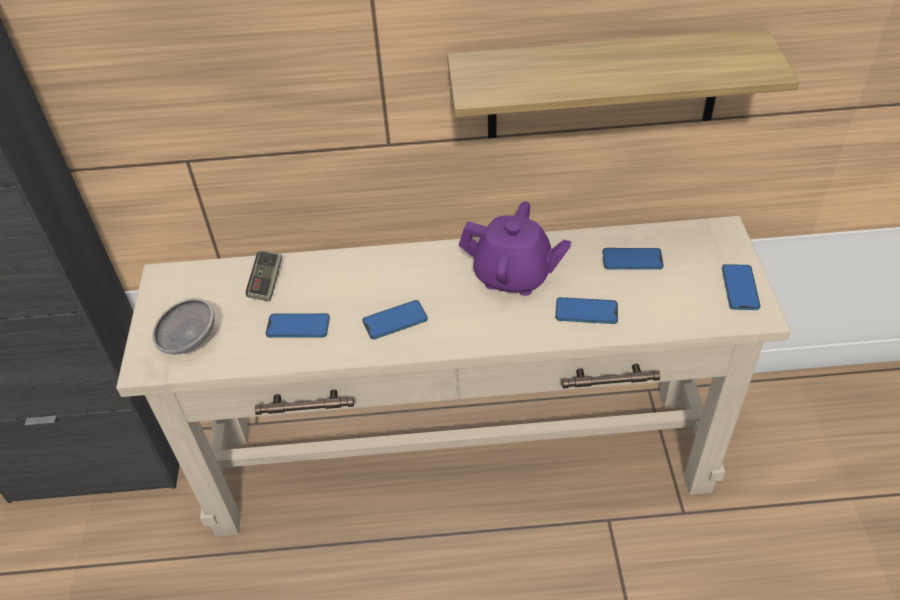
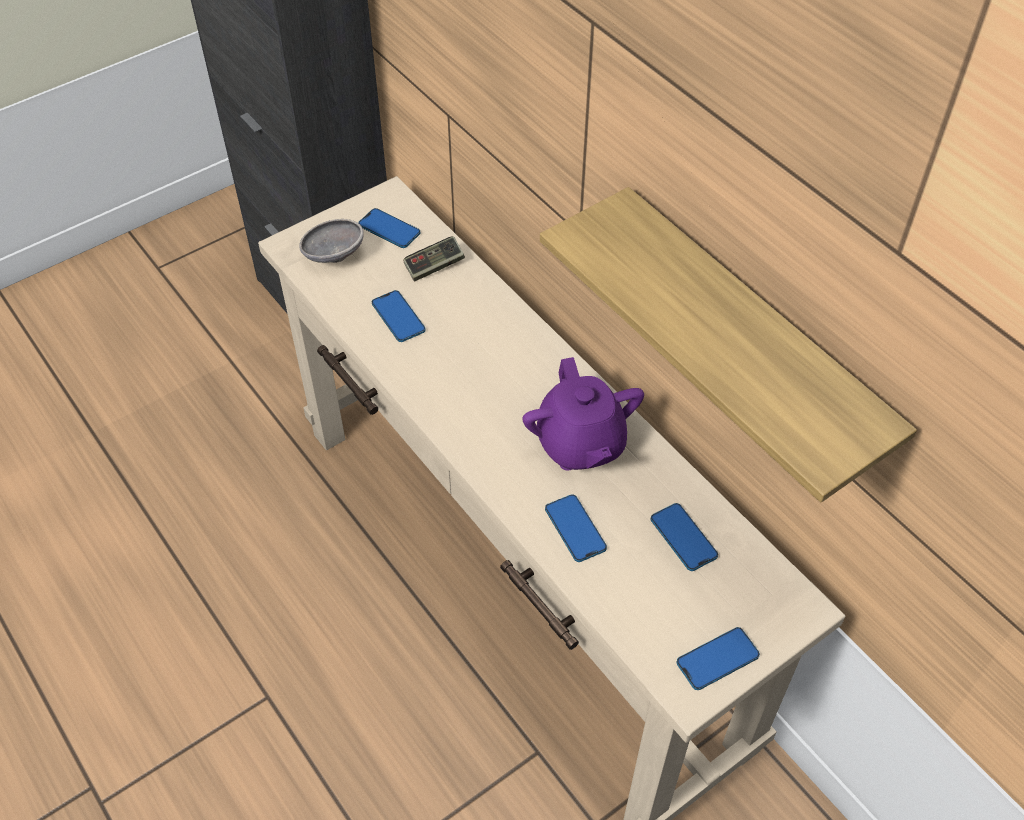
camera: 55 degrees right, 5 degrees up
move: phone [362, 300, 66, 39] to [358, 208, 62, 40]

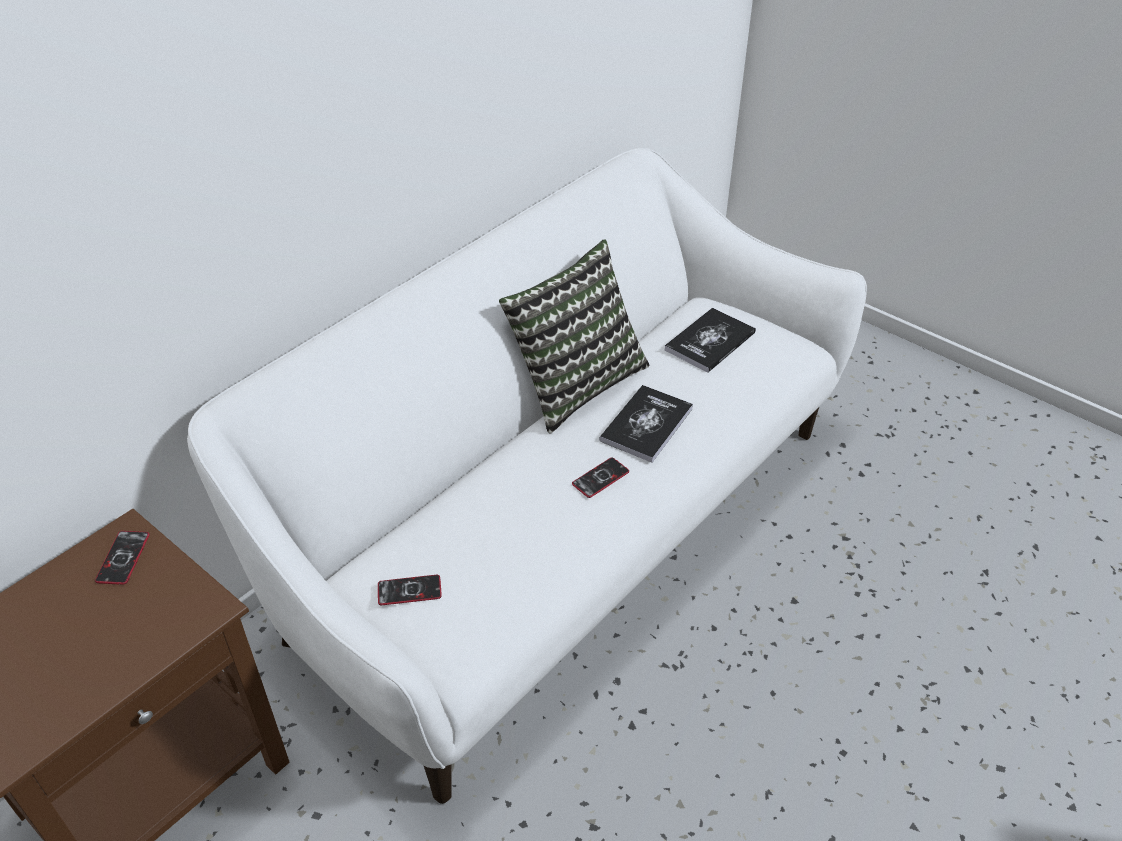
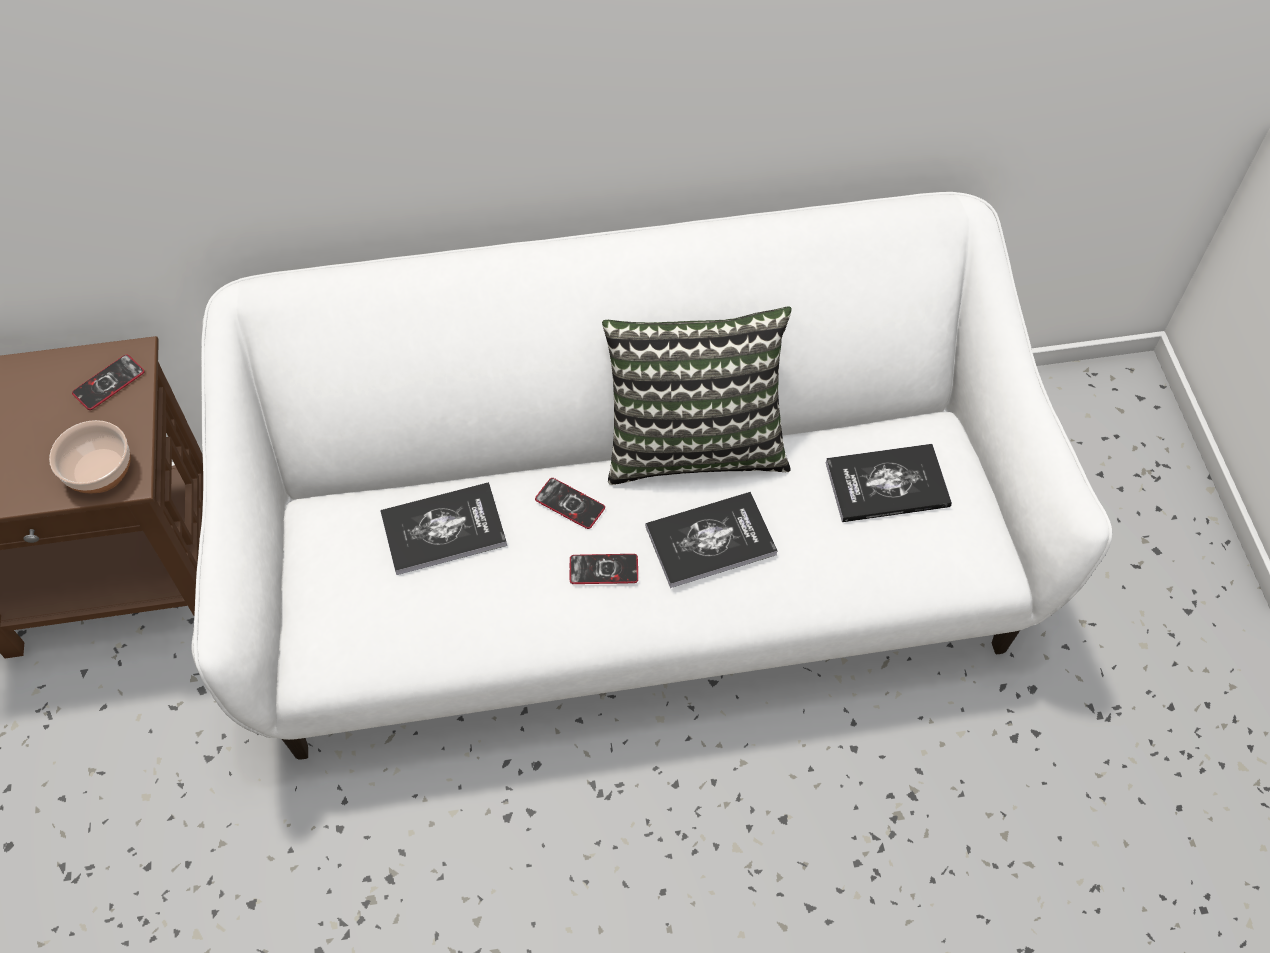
camera: 40 degrees right, 15 degrees up
insert: deep dish [49, 420, 82, 74]; book [380, 482, 127, 93]
move: phone [378, 575, 64, 30] to [535, 478, 70, 51]

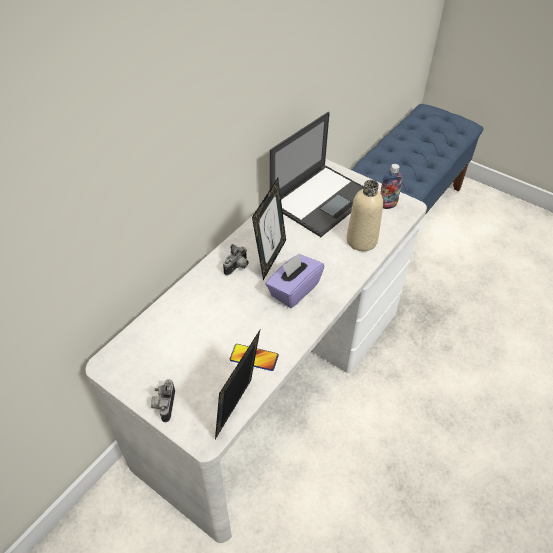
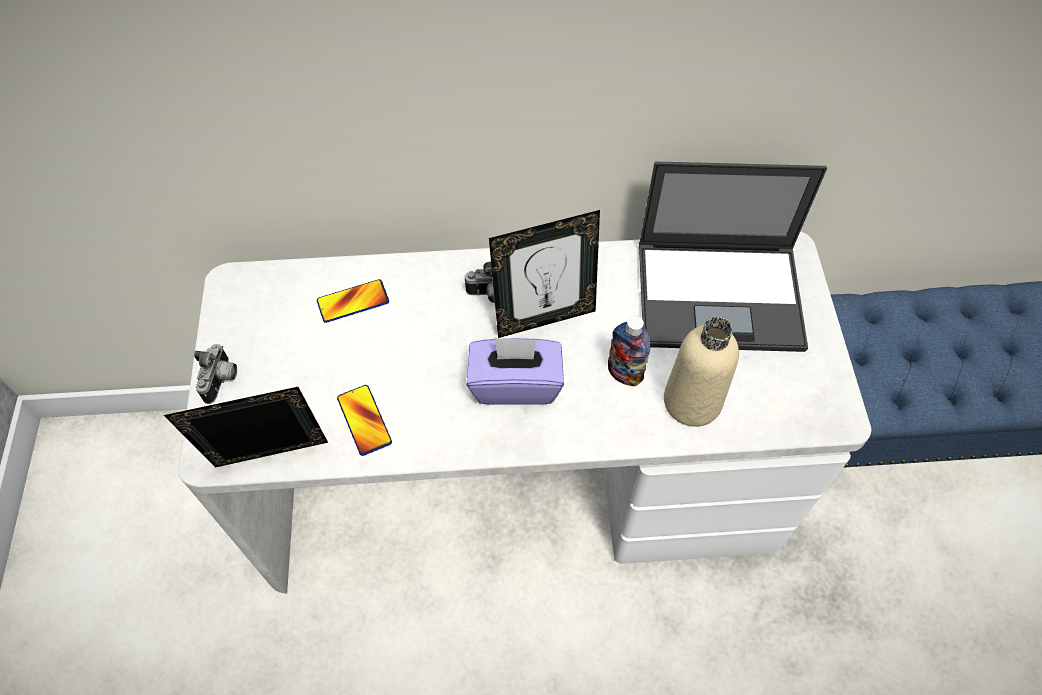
camera: 50 degrees right, 10 degrees up
insert: phone [317, 279, 72, 44]
move: beverage bottle [380, 164, 23, 45] to [608, 316, 42, 70]
rotate: still camera [151, 379, 24, 43] = [194, 344, 43, 60] 135 degrees clockwise

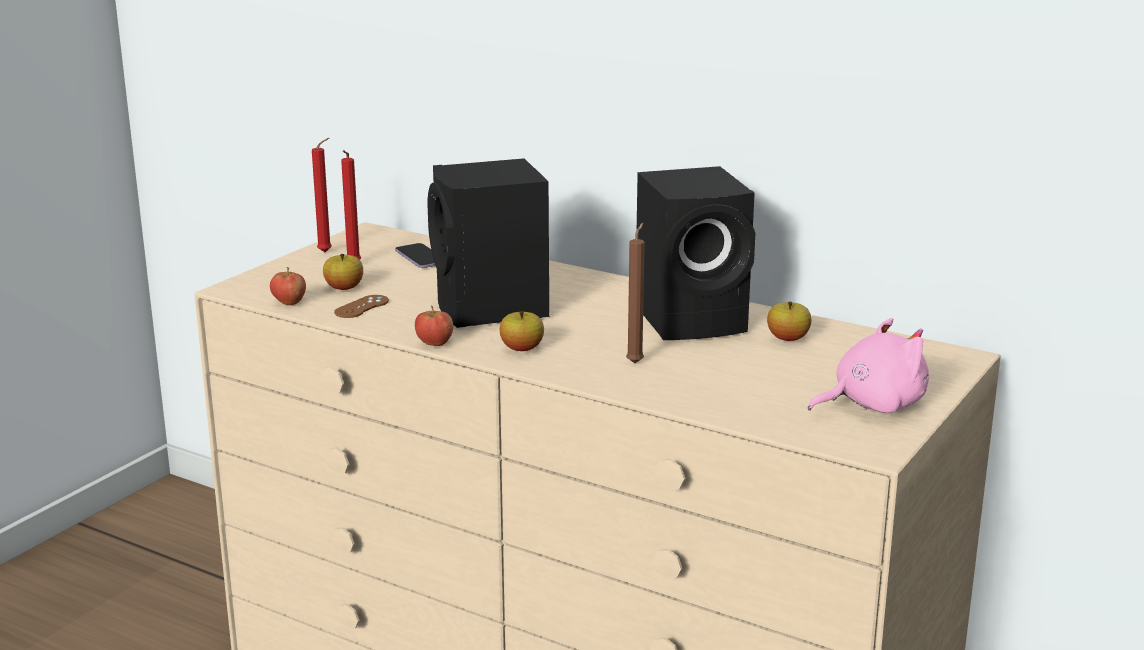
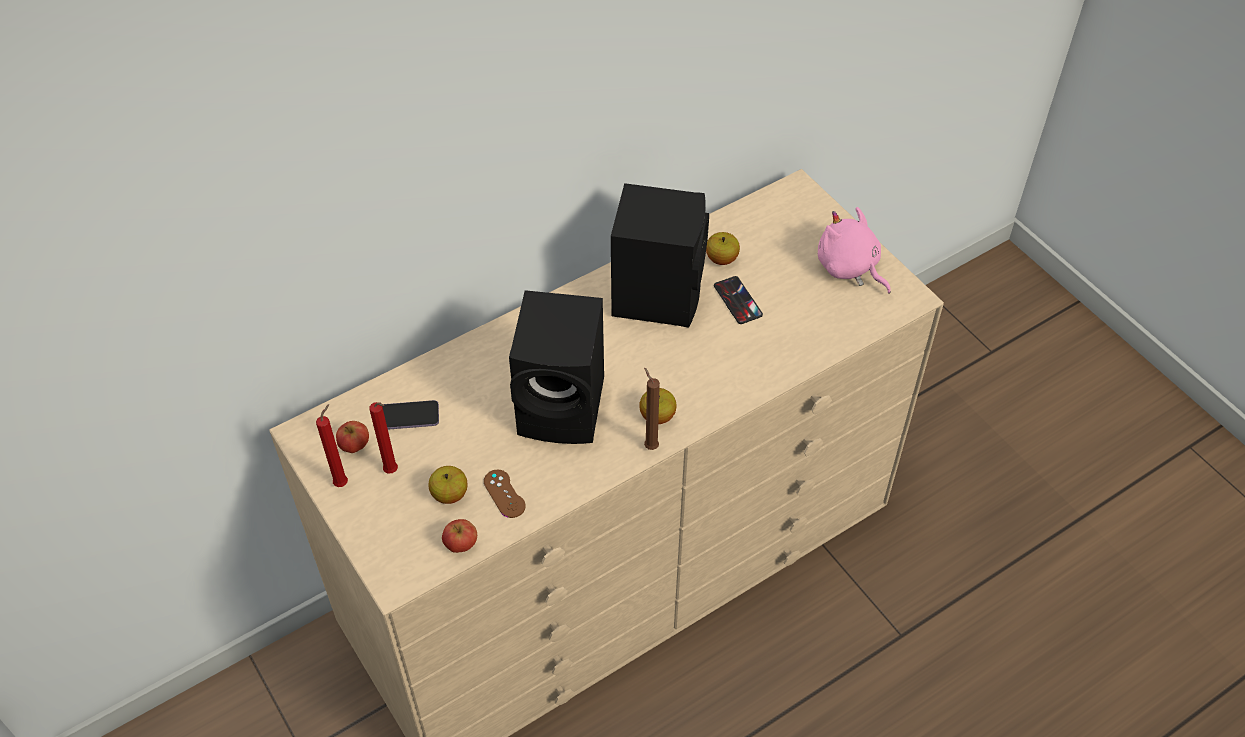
camera: 65 degrees left, 30 degrees up
insert: phone [714, 276, 49, 48]
move: apple fruit [415, 306, 38, 40] to [336, 421, 33, 32]; brown-coloured candle [626, 223, 19, 140] to [644, 367, 16, 83]
rotate: pink plush toy [808, 318, 121, 95] = [818, 207, 73, 86] 45 degrees counterclockwise

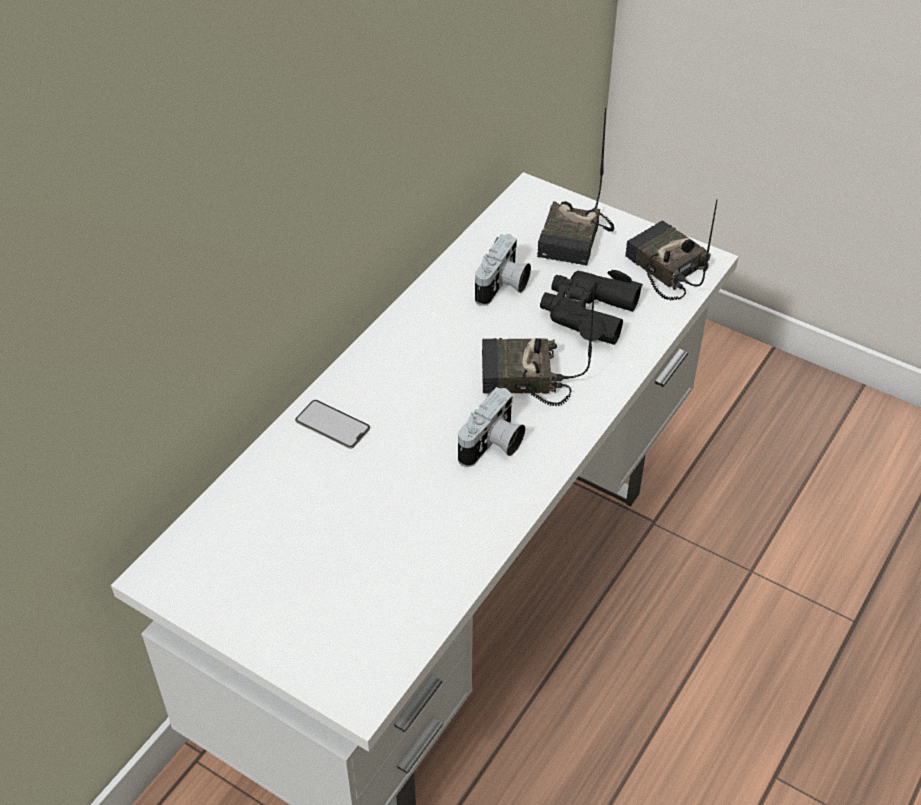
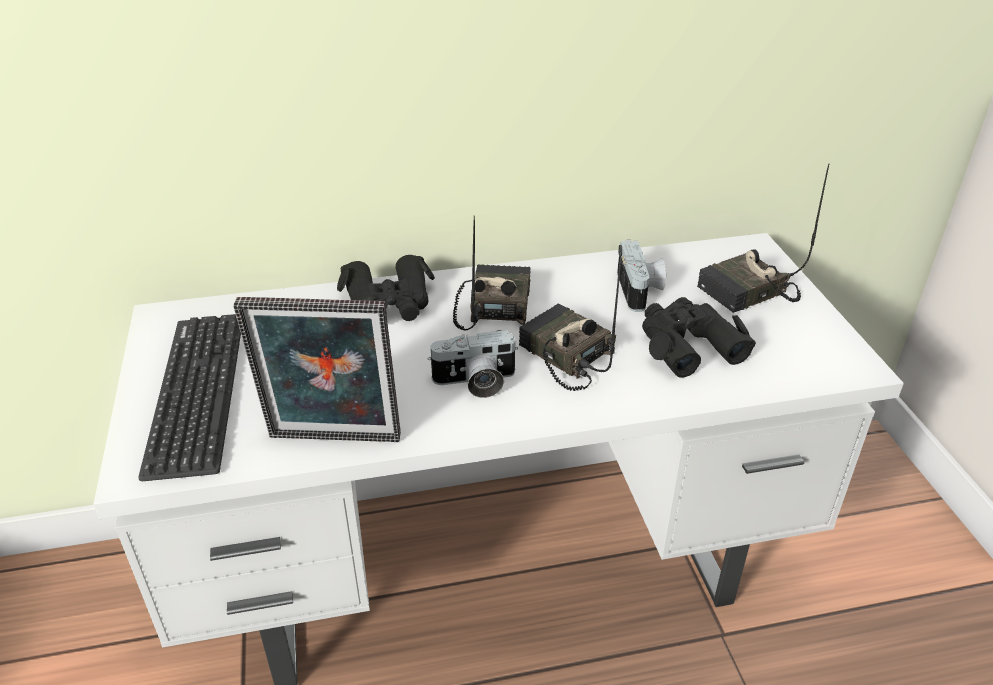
camera: 45 degrees right, 10 degrees down
insert: keyboard [138, 314, 103, 167]; photo frame [233, 297, 168, 145]
move: radio receiver [625, 199, 93, 102] to [453, 216, 78, 115]
replace: phone [295, 400, 75, 49] to black-coloured pair of binoculars [337, 255, 98, 66]
rotate: still camera [475, 234, 56, 72] = [617, 239, 49, 73] 75 degrees counterclockwise

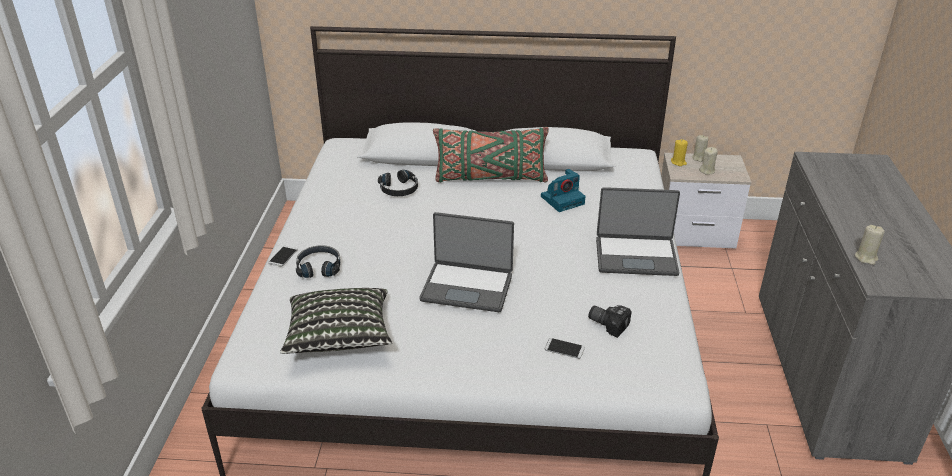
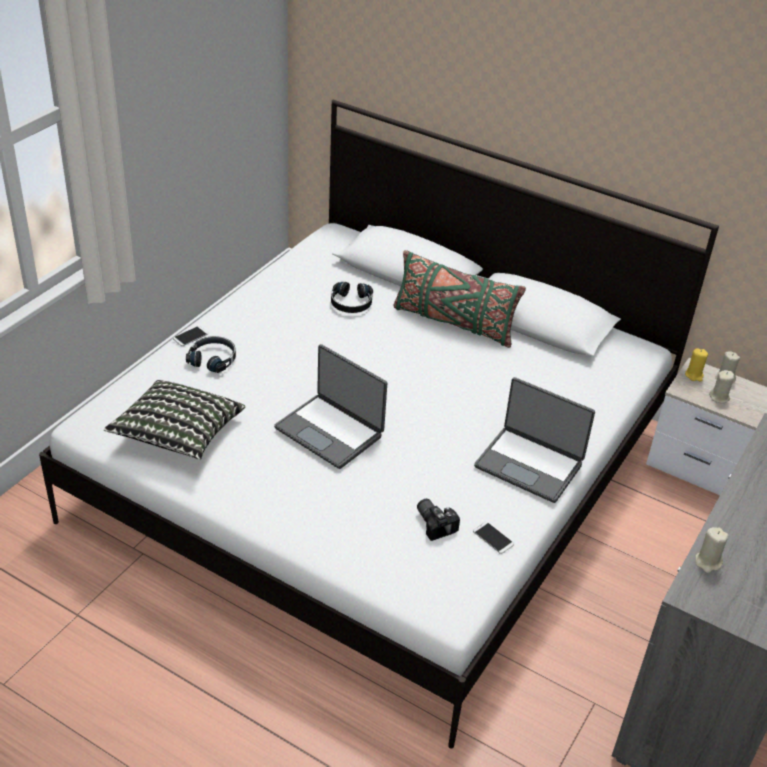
camera: 25 degrees right, 5 degrees up
delete: still camera [541, 169, 45, 43]
move: phone [545, 338, 40, 21] to [473, 522, 41, 32]

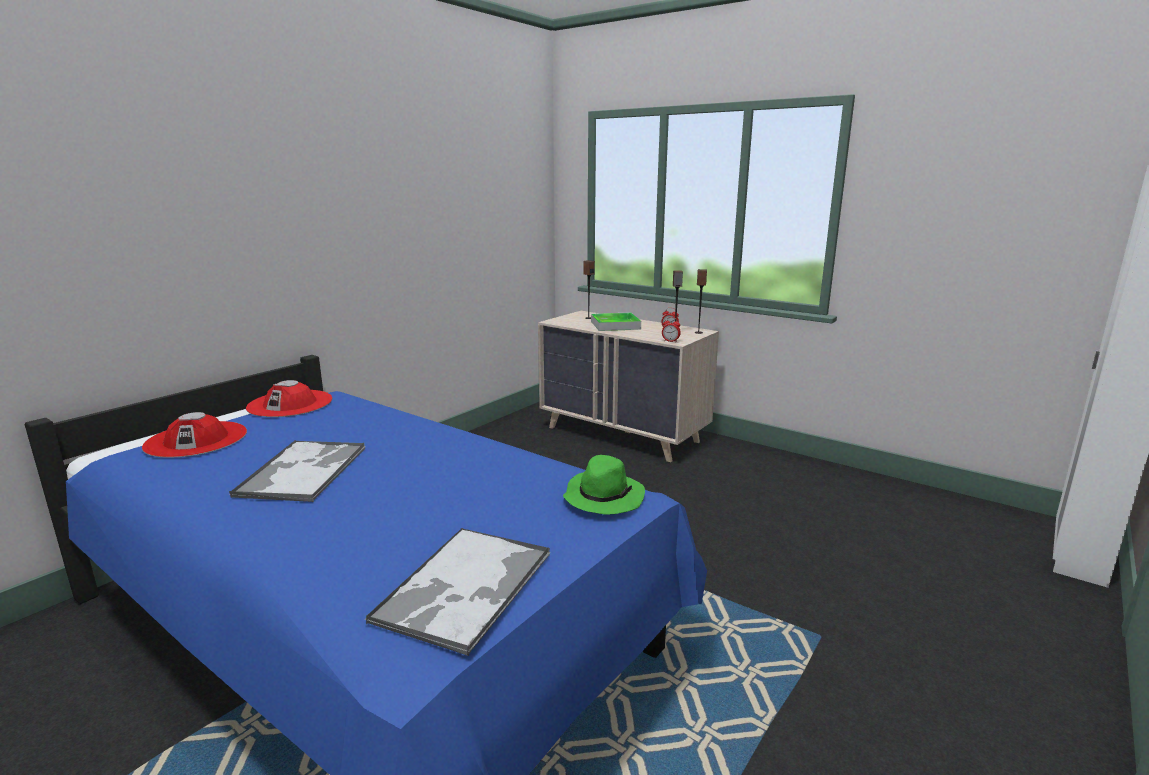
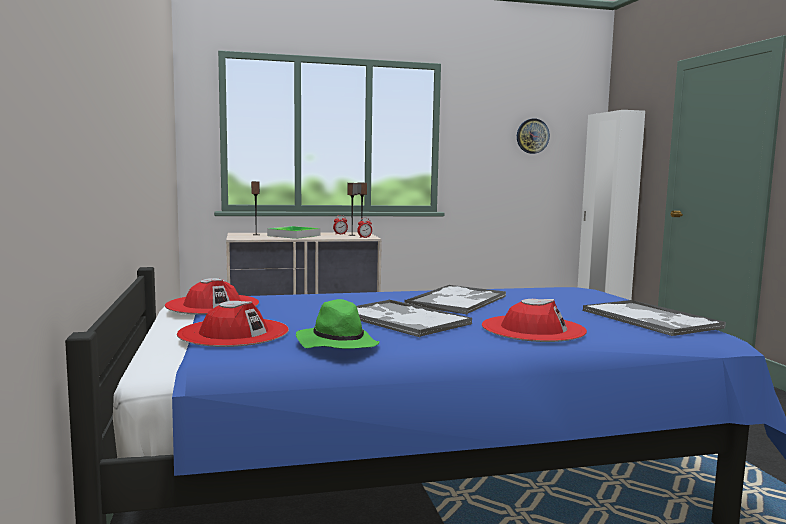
camera: 50 degrees left, 10 degrees down
insert: carrying tray [404, 285, 102, 29]; red clothing hat [482, 299, 105, 43]; hanging clock [517, 118, 33, 36]
move: green-coloured clothing hat [563, 455, 82, 60] to [296, 299, 83, 50]

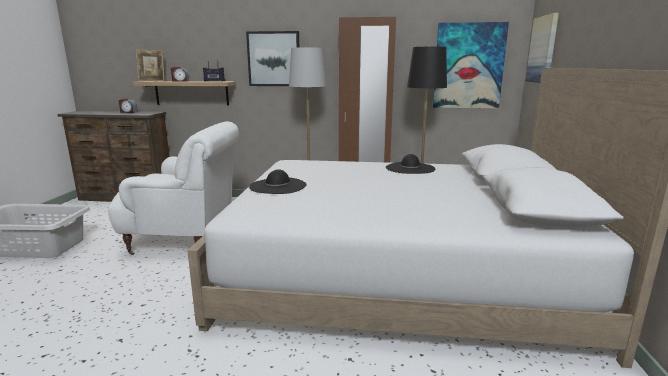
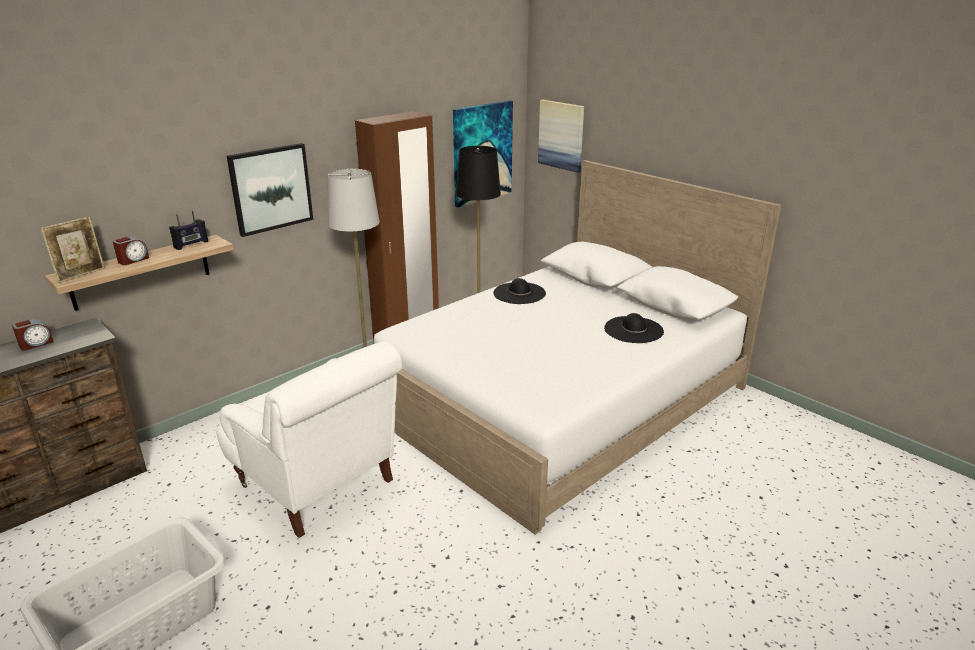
camera: 50 degrees left, 10 degrees up
move: black-coloured clothing hat [249, 169, 58, 25] to [604, 313, 60, 30]
rotate: white-coloured easy chair [108, 121, 131, 134] = [216, 341, 186, 197] 90 degrees clockwise

